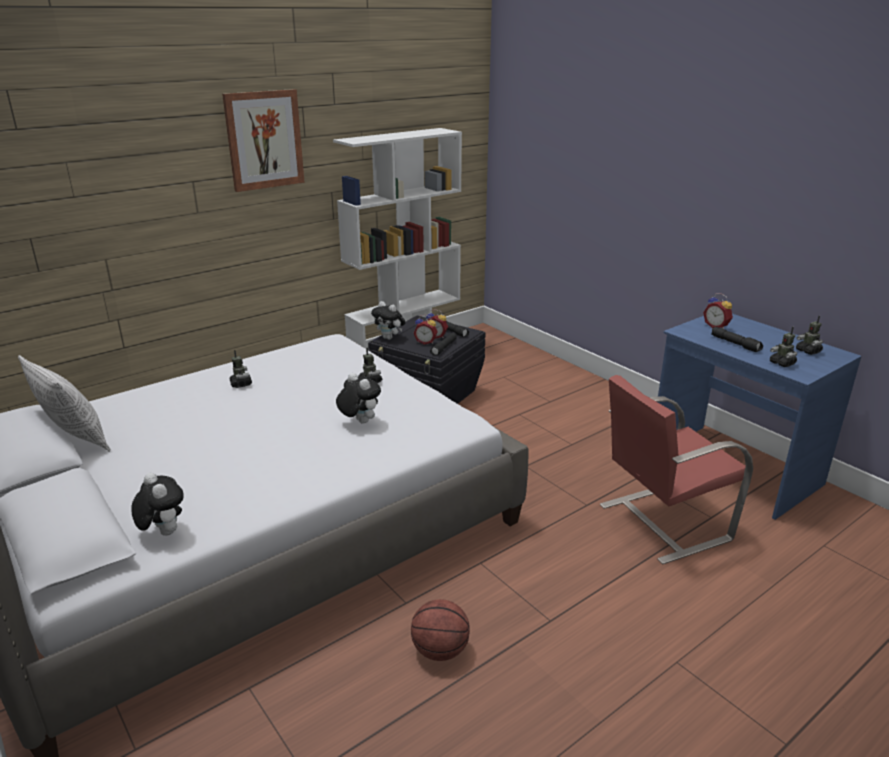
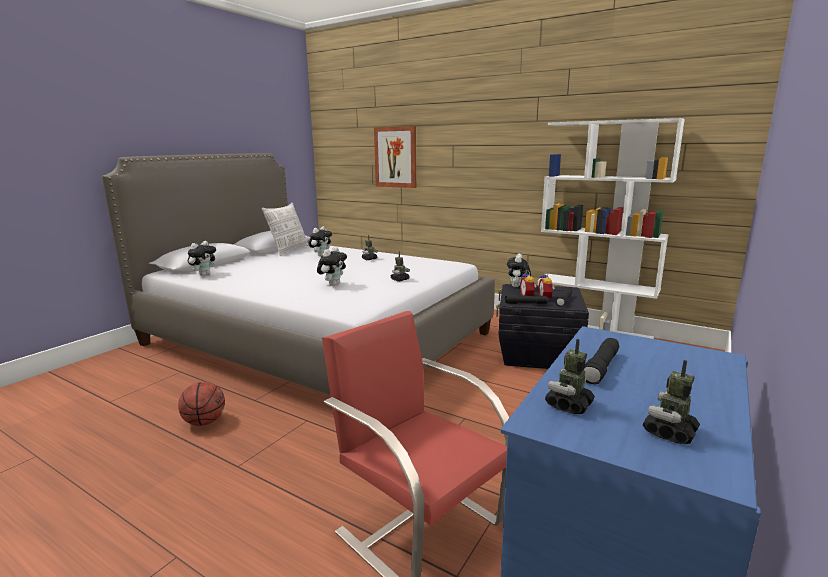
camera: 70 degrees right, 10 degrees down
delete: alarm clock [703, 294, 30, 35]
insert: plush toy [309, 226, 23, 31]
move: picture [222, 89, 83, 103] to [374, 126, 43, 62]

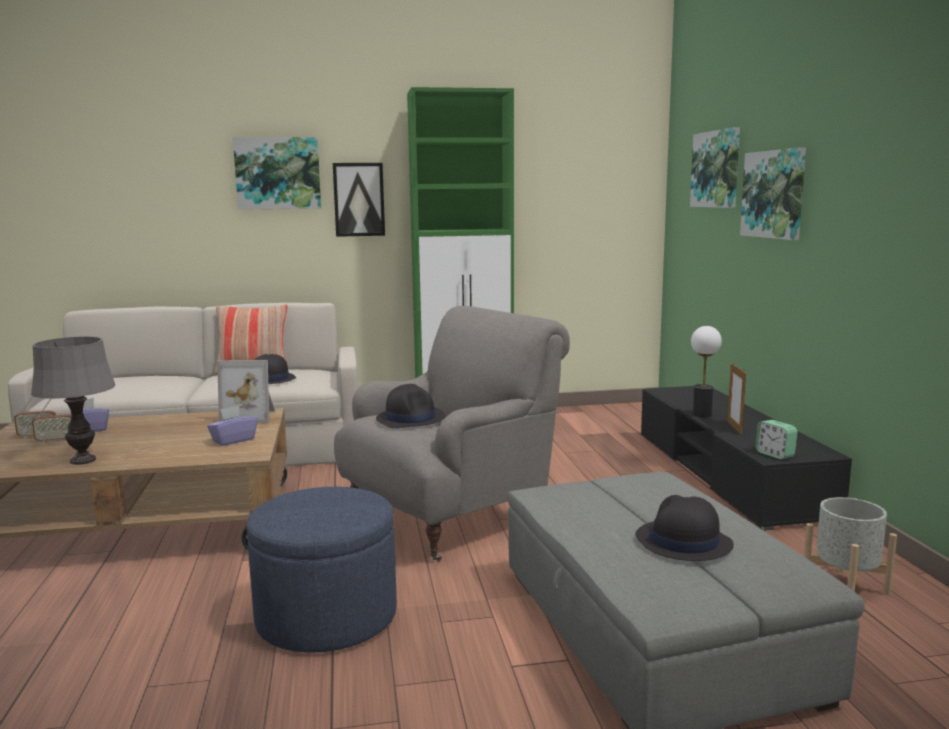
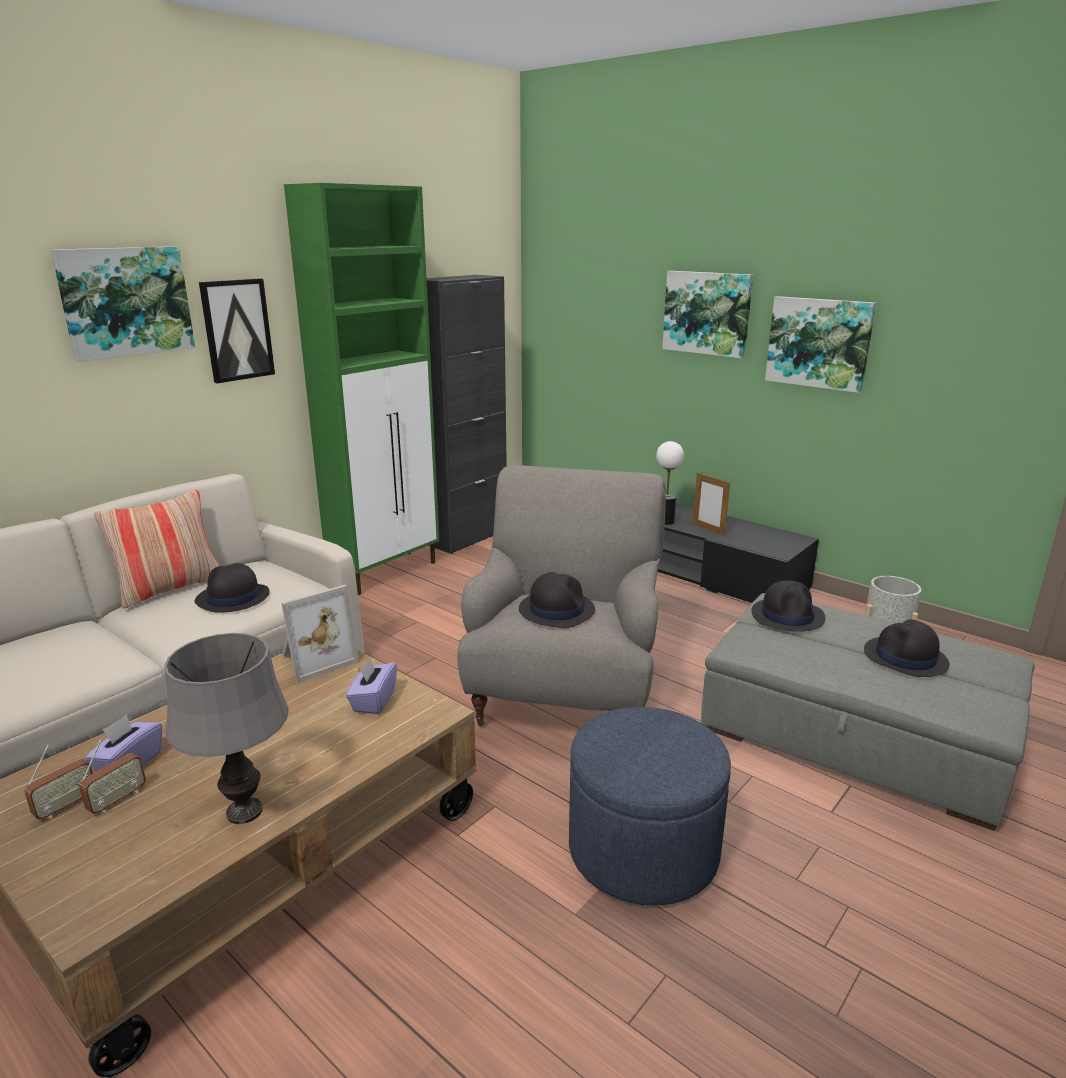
camera: 40 degrees left, 10 degrees up
delete: alarm clock [755, 420, 42, 39]
insert: black-coloured cabinet [427, 275, 80, 279]; black-coloured clothing hat [751, 580, 74, 52]
move: picture [690, 127, 50, 81] to [765, 296, 111, 97]

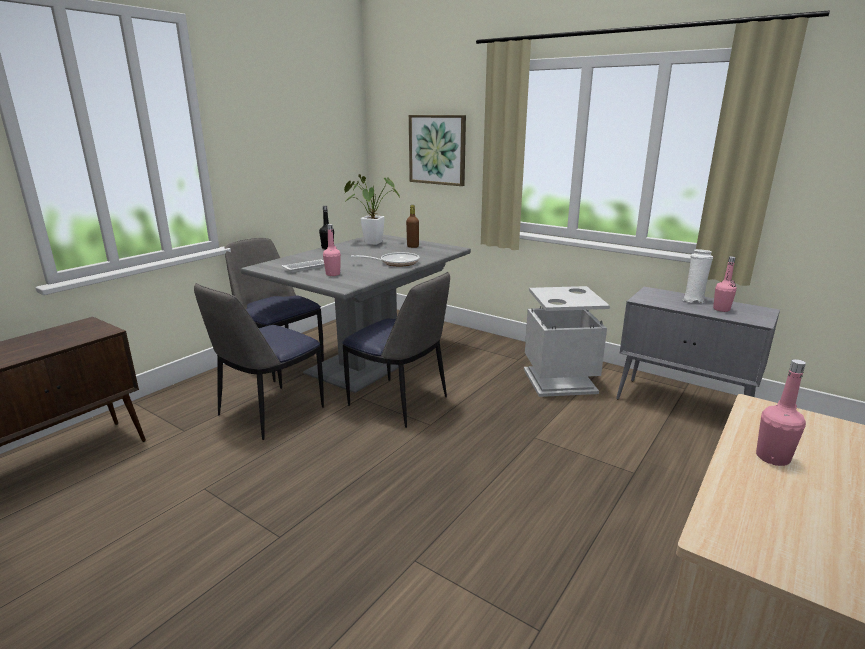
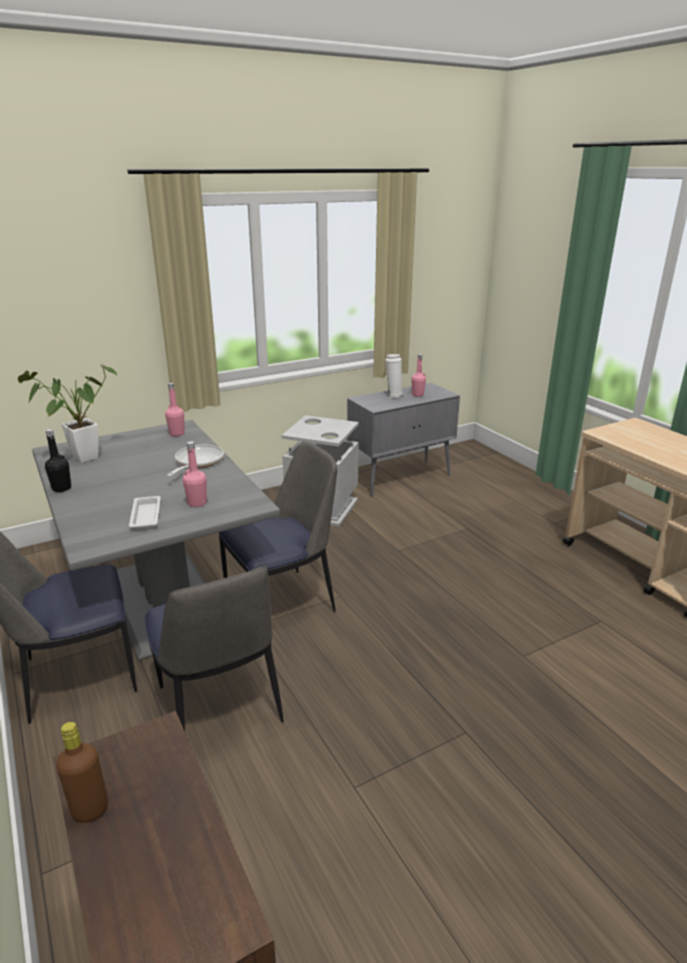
camera: 65 degrees left, 5 degrees up
delete: picture [409, 115, 57, 71]
move: brown-coloured beverage bottle [406, 205, 13, 43] to [56, 722, 52, 101]; pink beverage bottle [756, 359, 50, 107] to [165, 383, 20, 53]

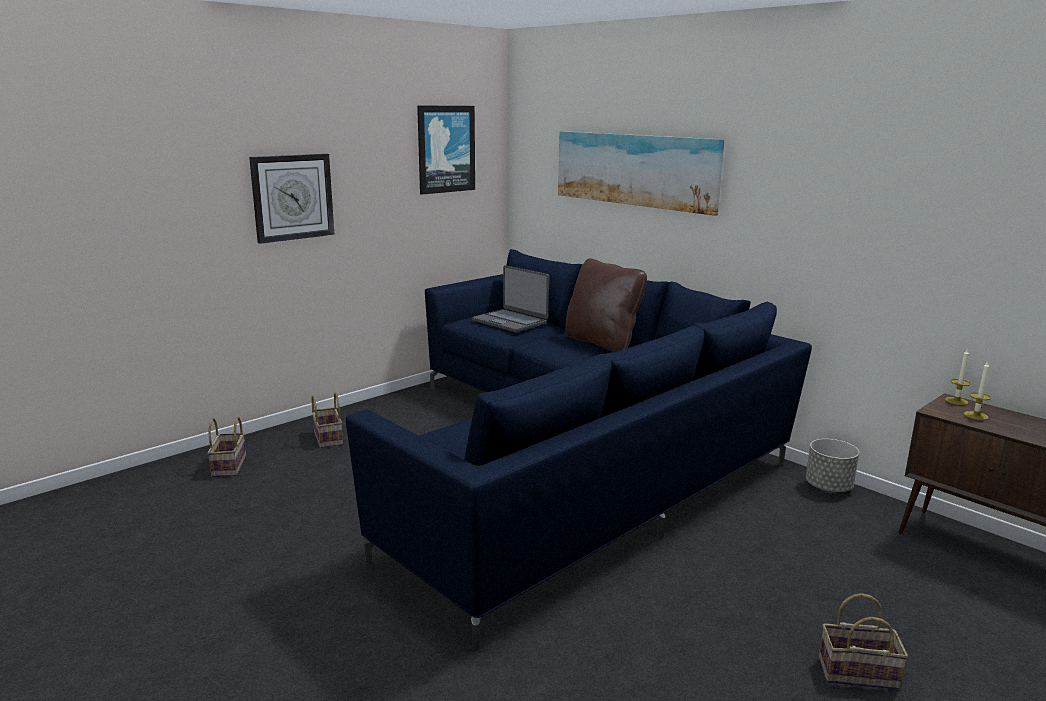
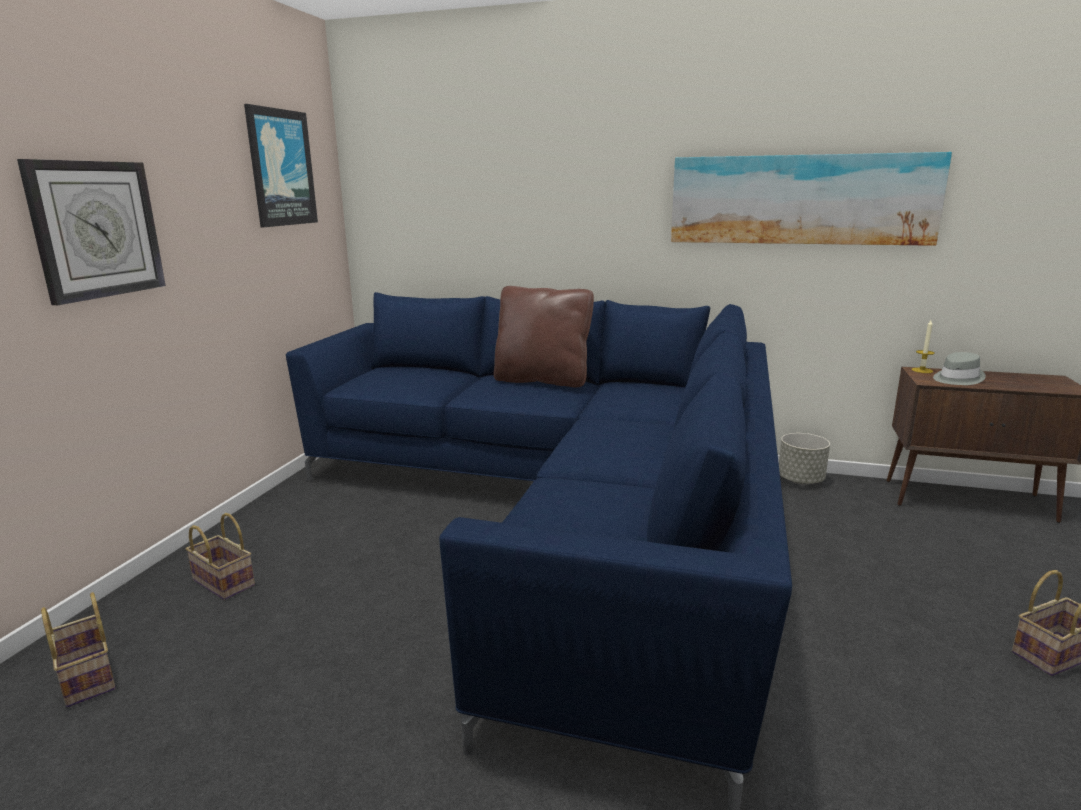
camera: 30 degrees left, 0 degrees up
delete: portable computer [472, 265, 77, 68]
move: picture [558, 131, 167, 85] to [671, 152, 281, 94]
replace: candle [964, 361, 27, 59] to grey clothing hat [933, 352, 53, 33]

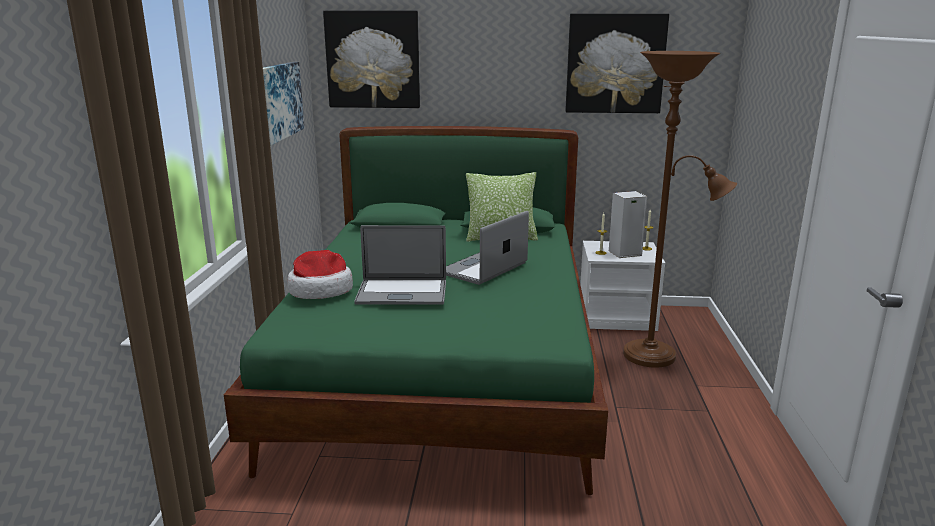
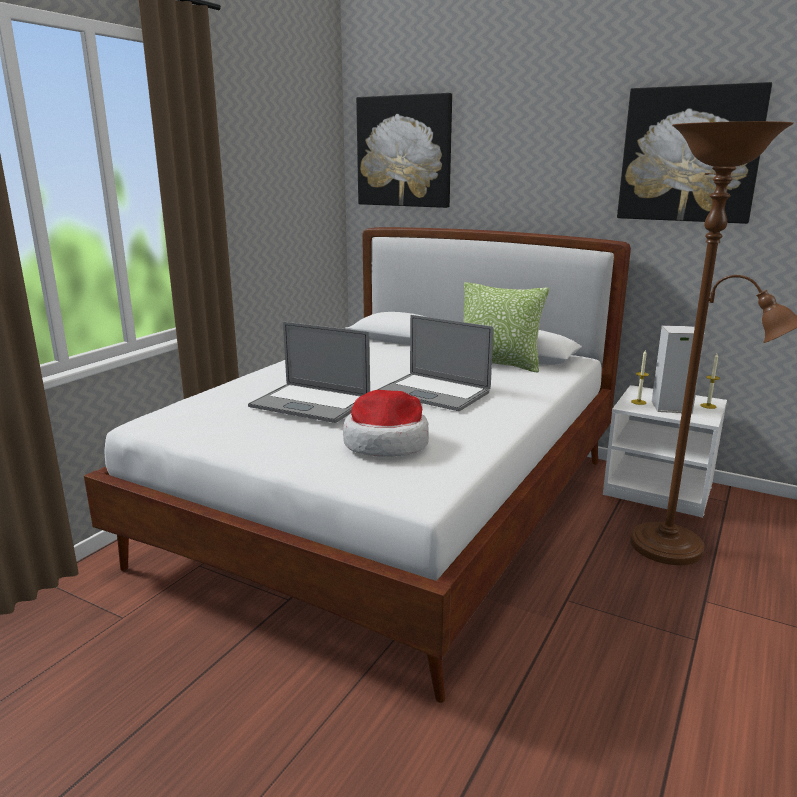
camera: 25 degrees right, 0 degrees up
delete: picture [263, 62, 42, 83]
move: clothing hat [288, 250, 65, 49] to [343, 390, 86, 67]
recolor: green-coloured bed [224, 126, 384, 369] to white-coloured bed [84, 227, 547, 476]
rotate: portable computer [446, 211, 83, 74] = [377, 315, 117, 96] 120 degrees counterclockwise

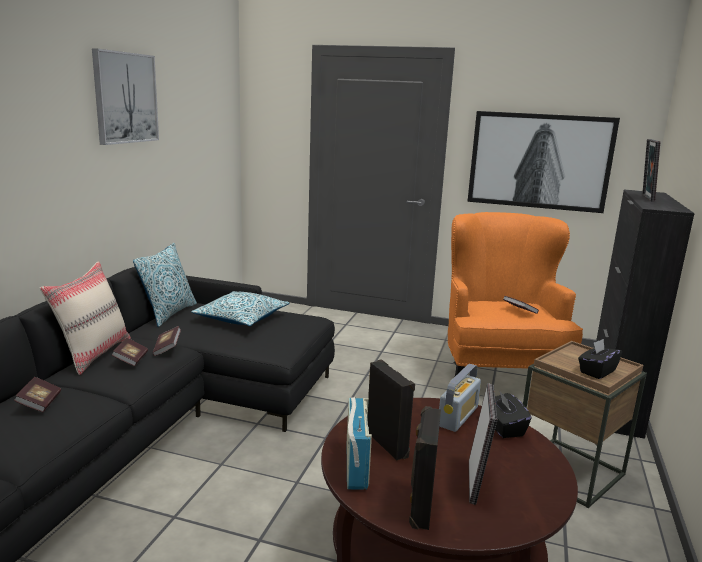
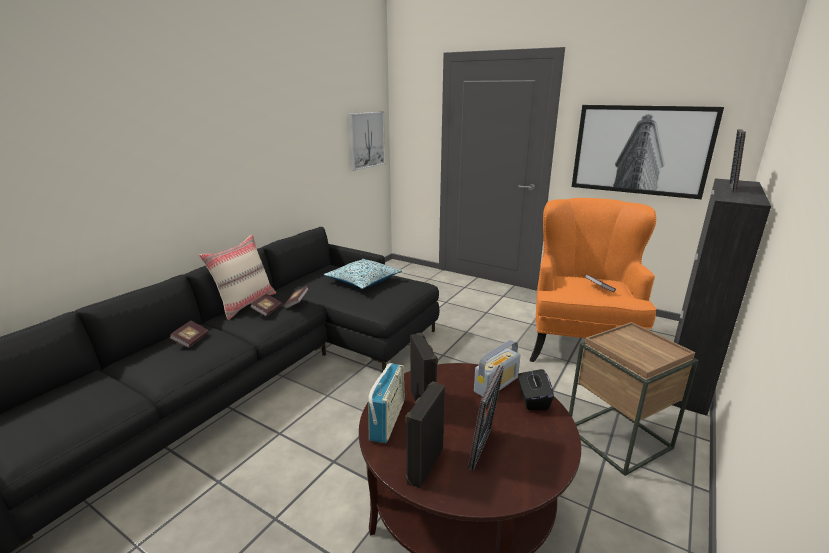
camera: 15 degrees right, 5 degrees up
delete: throw pillow [133, 243, 64, 84]; black-coloured box of tissues [578, 339, 44, 40]
move: picture [92, 48, 67, 97] to [349, 112, 36, 59]

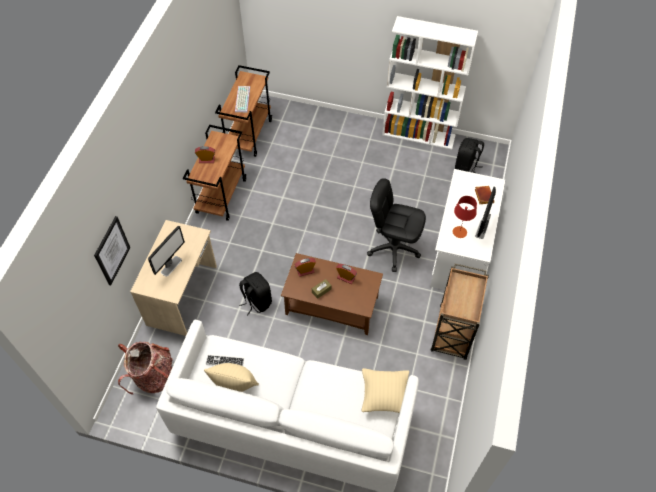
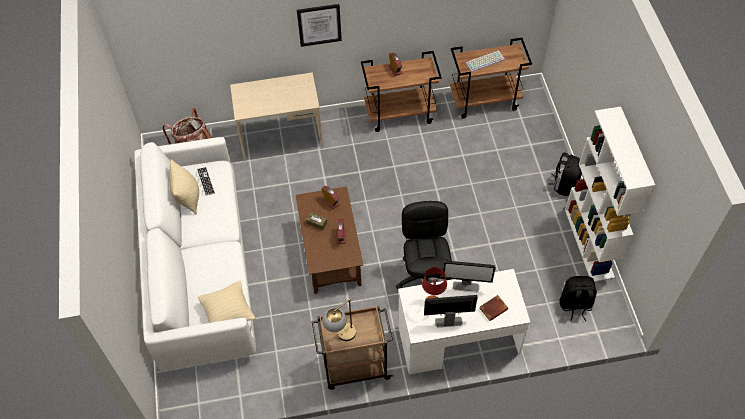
camera: 65 degrees right, 0 degrees up
insert: tabletop lamp [322, 296, 34, 45]
move: picture [94, 216, 36, 69] to [297, 4, 45, 43]; computer screen [148, 225, 37, 52] to [442, 261, 54, 31]; black-coloured rucksack [239, 272, 33, 43] to [547, 152, 35, 44]

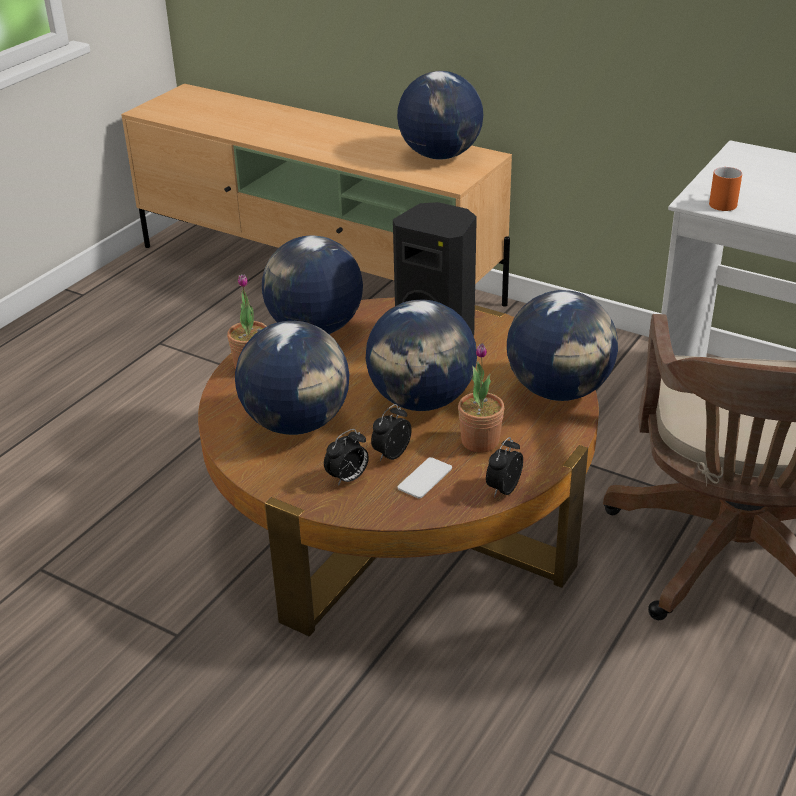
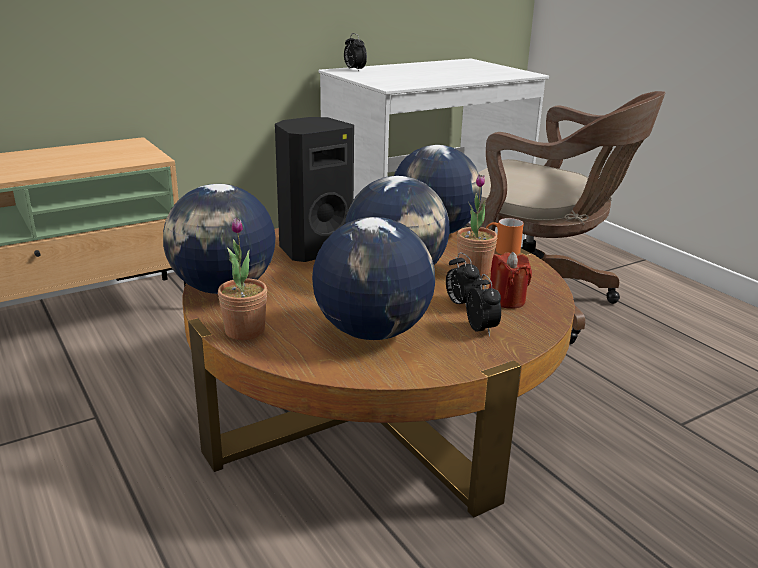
camera: 65 degrees left, 10 degrees down
delete: world globe [397, 71, 86, 89]
move: alarm clock [486, 437, 37, 60] to [344, 33, 23, 38]; orange-coloured coffee mug [709, 167, 33, 44] to [486, 218, 38, 37]
replace: phone [397, 457, 55, 42] to red candle [489, 252, 43, 57]

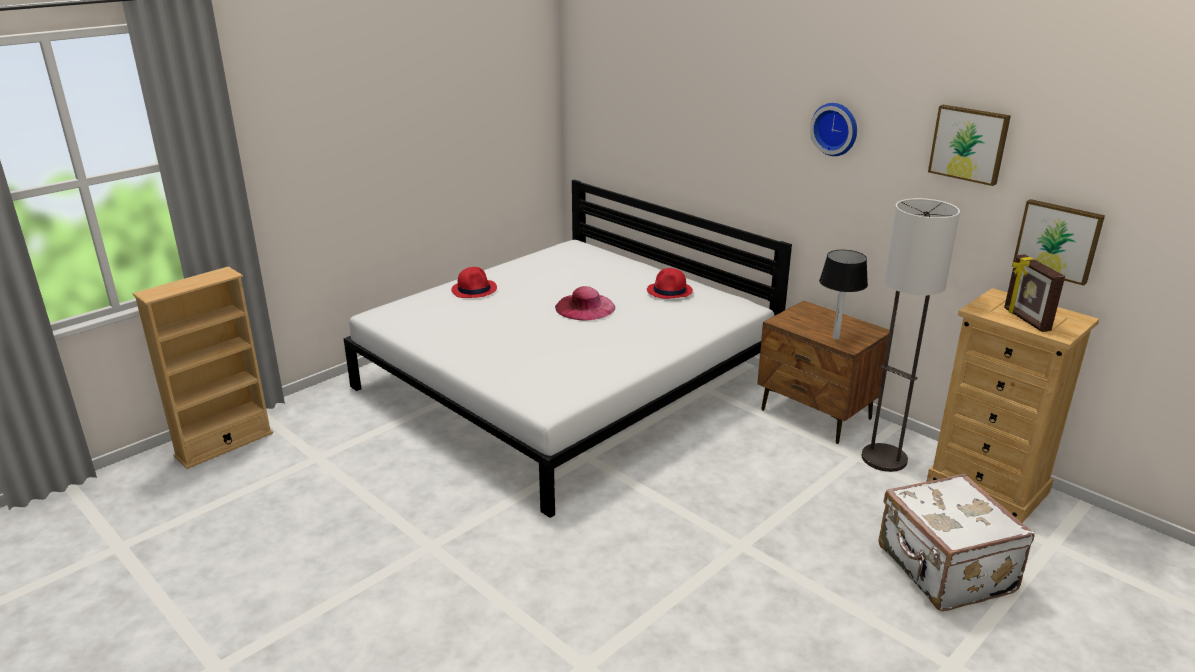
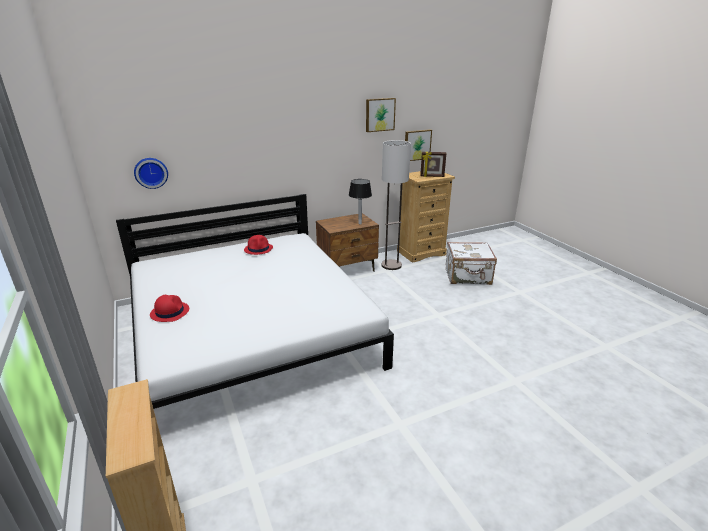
camera: 70 degrees left, 0 degrees up
delete: pink clothing hat [555, 286, 60, 35]
move: hanging clock [810, 103, 47, 53] to [134, 158, 34, 31]

